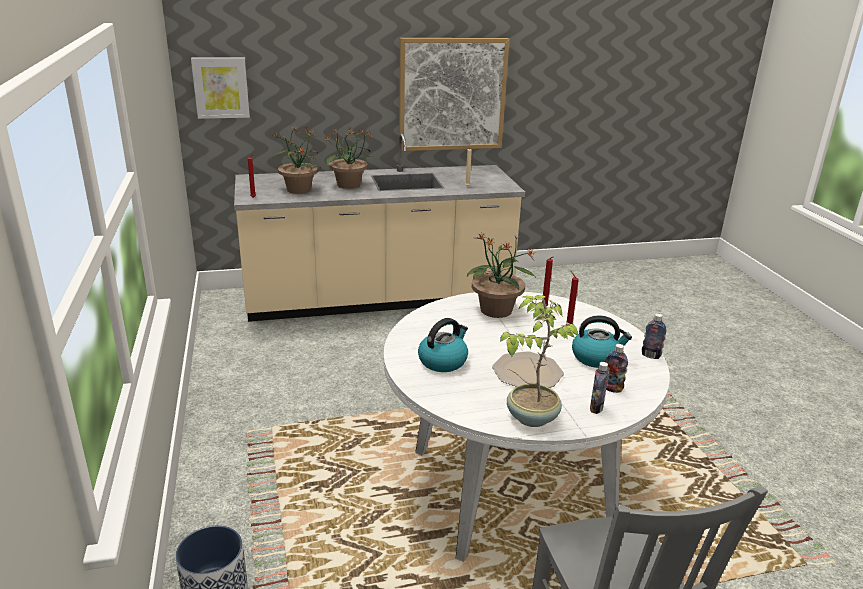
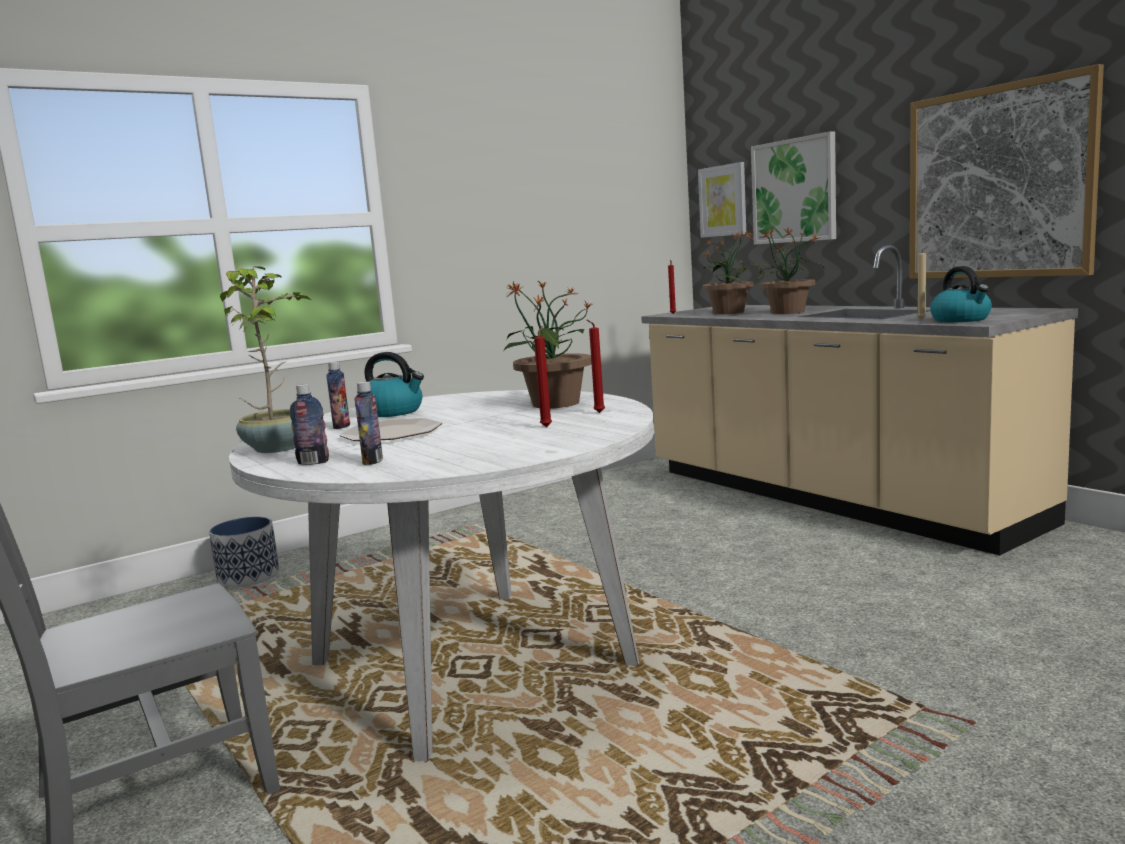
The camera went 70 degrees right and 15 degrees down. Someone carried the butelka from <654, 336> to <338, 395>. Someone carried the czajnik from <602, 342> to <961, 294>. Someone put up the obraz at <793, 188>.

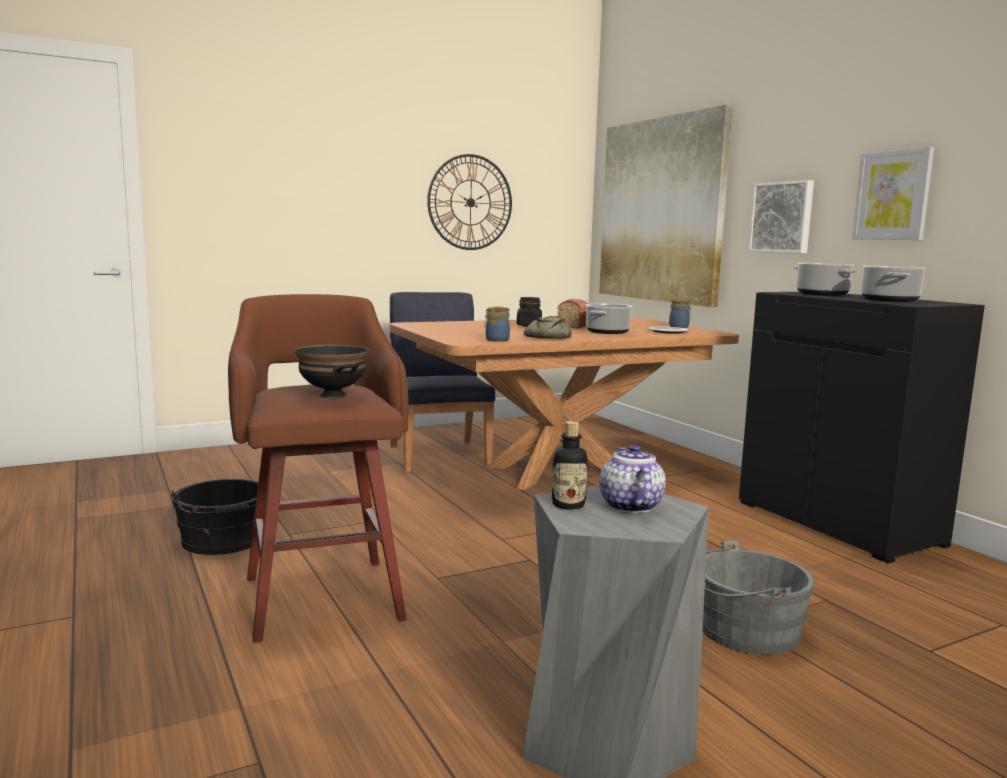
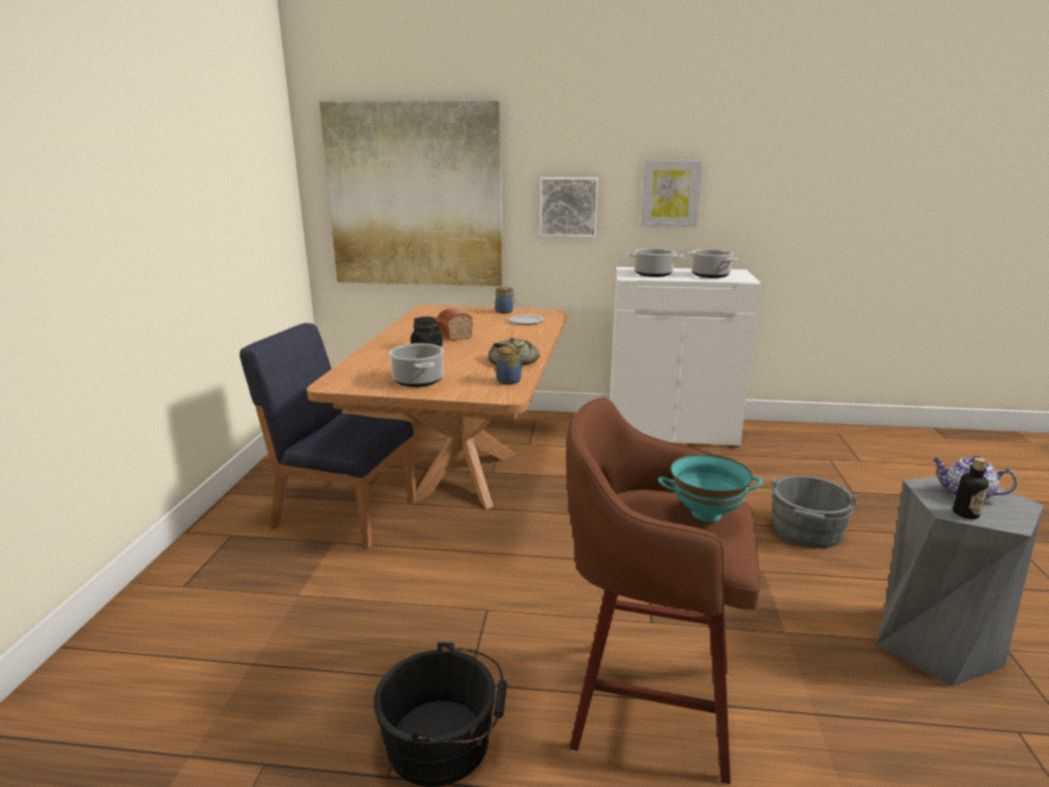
The camera went 55 degrees left and 10 degrees up. Someone took away the zegar ścienny at <469, 202>. Someone repainted the szafka/czarny at <862, 427>, which became the szafka/biały at <685, 357>. Someone carried the garnek from <609, 318> to <416, 365>. Someone repainted the miska/czarny at <331, 371>, which became the miska/turkusowy at <710, 488>.

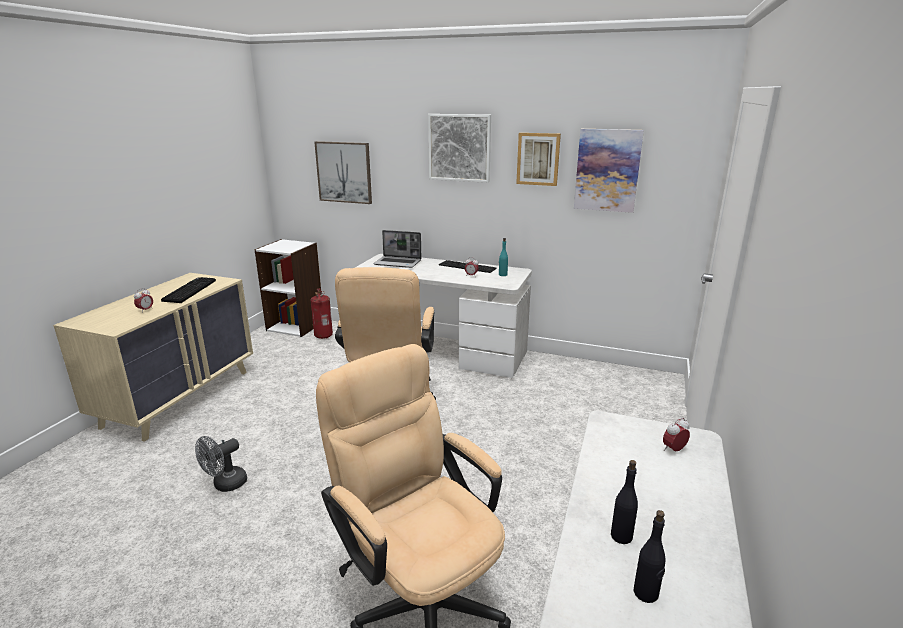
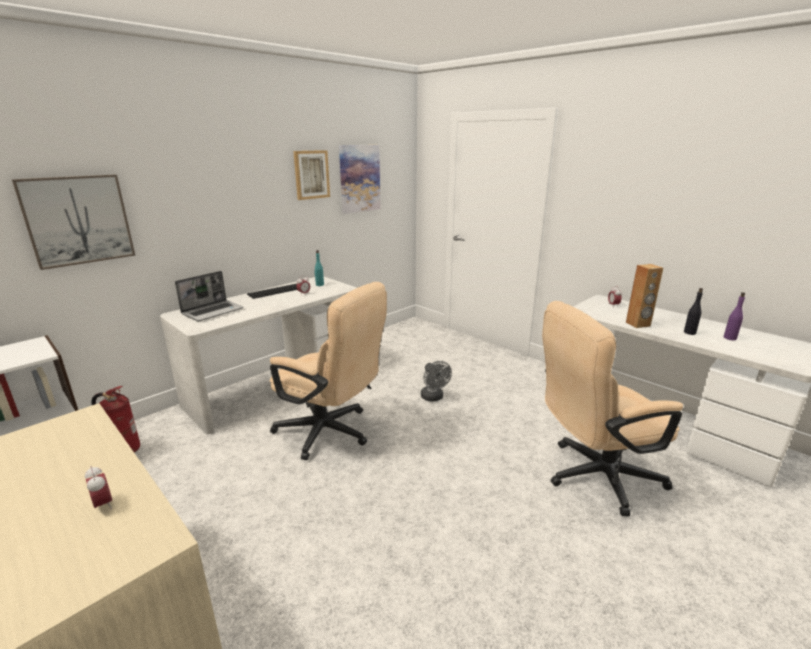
The camera went 65 degrees left and 0 degrees up. Someone took away the obraz at <459, 148>. Someone took away the klawiatura at <188, 290>. Someone carried the wentylator/szary from <221, 464> to <436, 381>. Someone repainted the butelka/czarny at <649, 556>, which became the butelka/fioletowy at <734, 316>. Someone put down the głośnik/brązowy at <644, 296>.

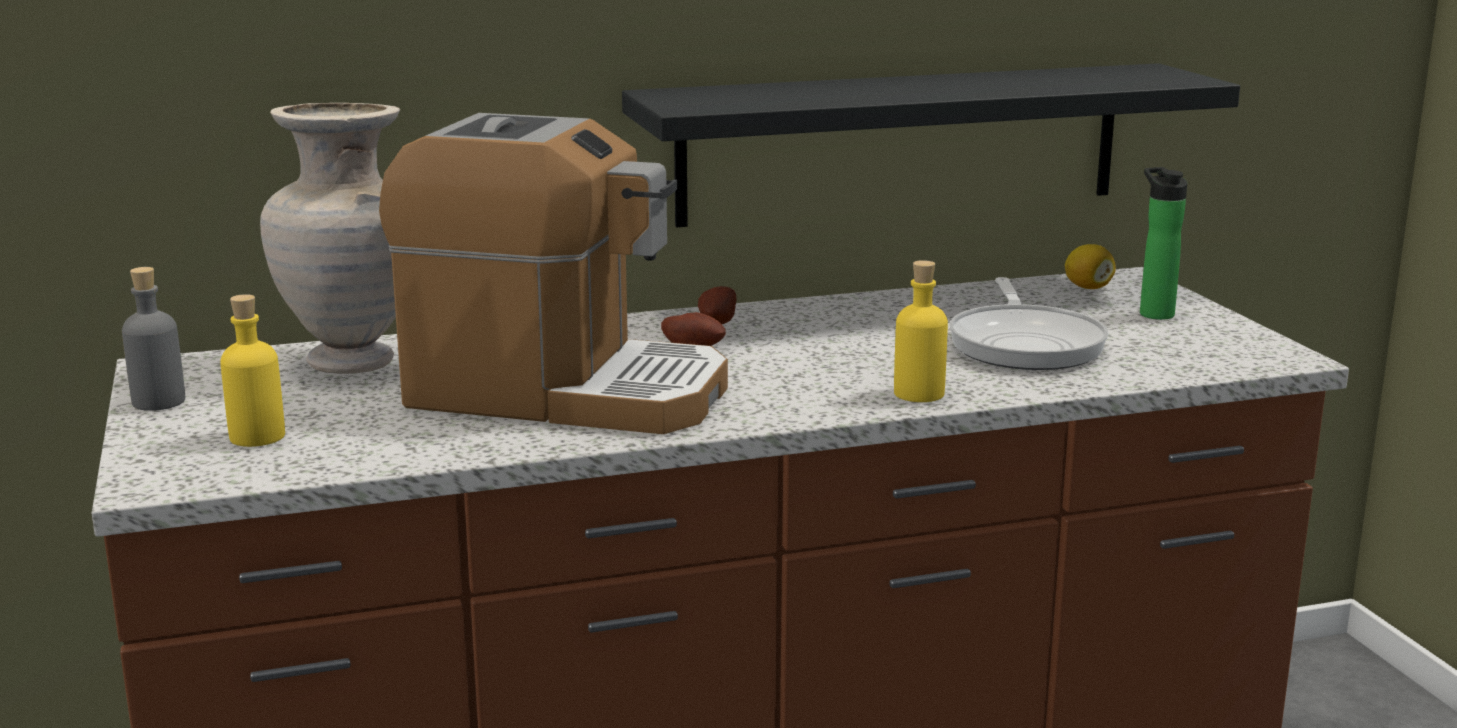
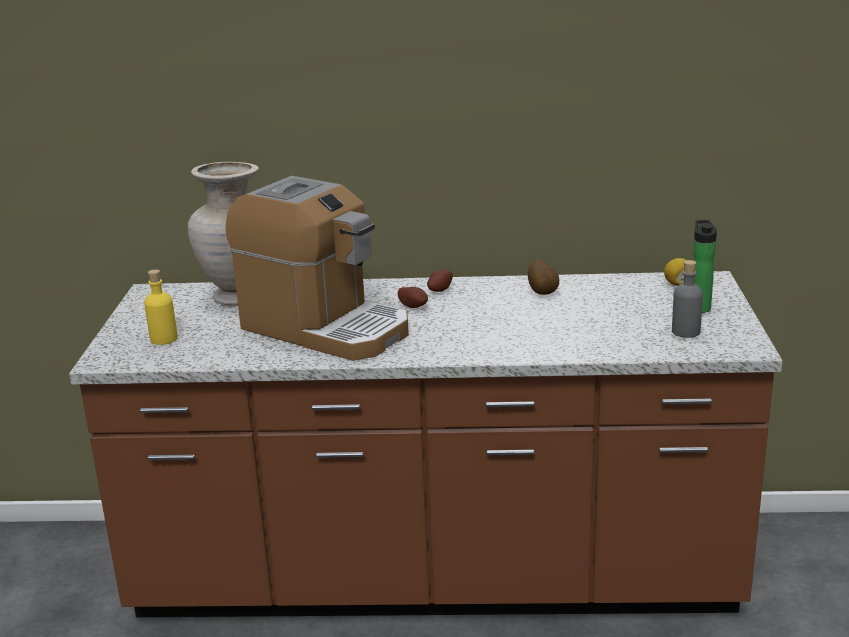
The camera went 20 degrees right and 5 degrees up. Someone took away the półka/czarny at <931, 145>. Someone took away the butelka/żółty at <921, 331>. Someone carried the butelka/szary from <153, 339> to <687, 299>. Someone took away the patelnia at <1029, 323>. Someone put down the ziemniak at <543, 277>.

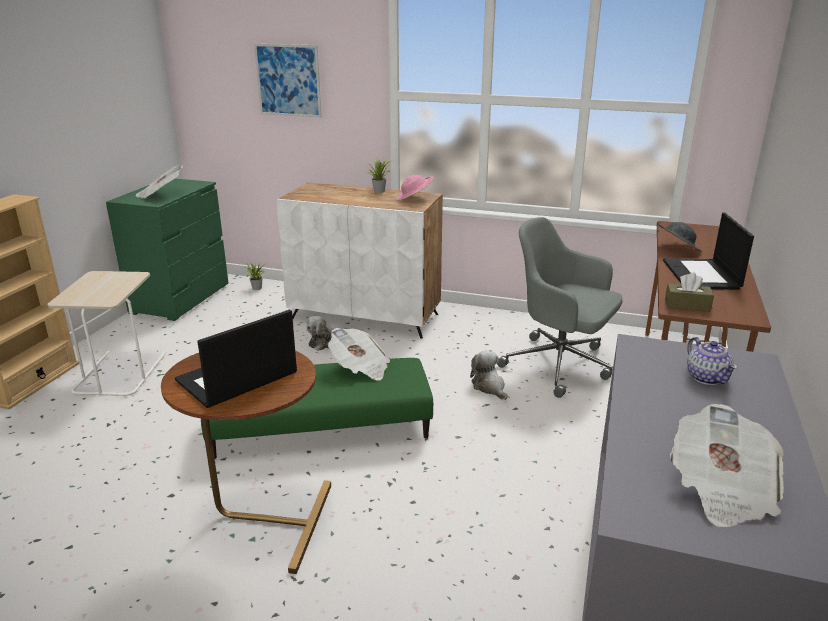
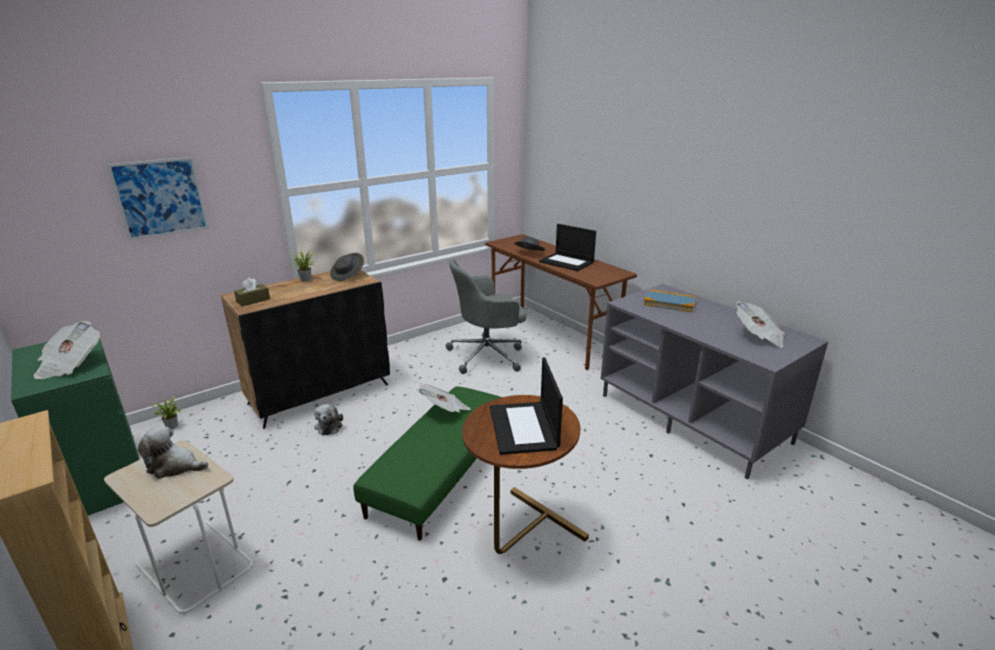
The camera went 55 degrees left and 0 degrees up. Someone repainted the kapelusz/różowy at <415, 187>, which became the kapelusz/szary at <347, 267>. Someone repainted the szafka/biały at <360, 260>, which became the szafka/czarny at <305, 349>. Someone carried the pudełko chusteczek/brązowy from <689, 292> to <252, 292>. Someone swapped the imbryk at <712, 361> for the książka at <670, 301>. Someone carried the pluszak from <488, 375> to <173, 452>.

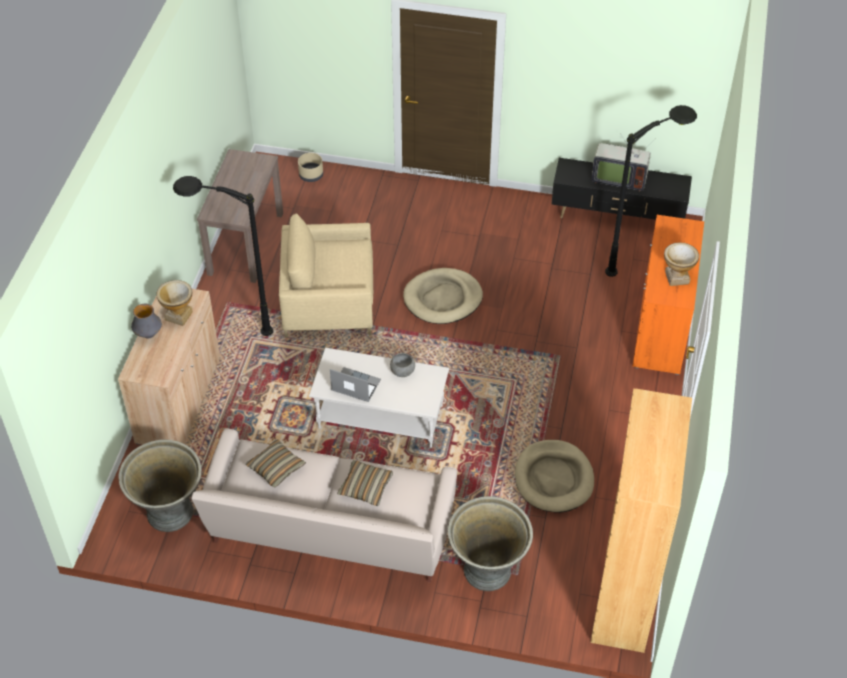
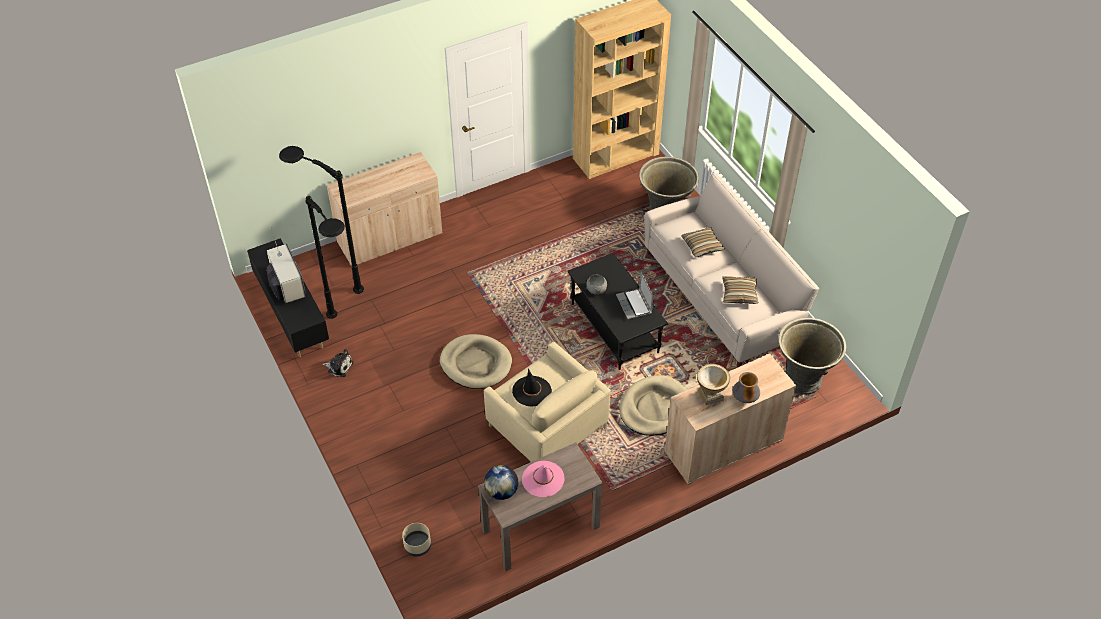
The camera went 130 degrees left and 0 degrees up. Someone carried the lampa stojąca/czarny from <223, 256> to <325, 257>. Someone repainted the szafka/pomarańczowy at <668, 295>, which became the szafka/beżowy at <384, 208>. Someone took away the wazon at <681, 264>. Someone repainted the ława/biały at <379, 398>, which became the ława/czarny at <618, 311>. Someone carried the legowisko/beżowy from <554, 476> to <653, 405>. Someone put down the pluszak at <337, 363>. Someone put down the kapelusz/czarny at <532, 387>. Someone put down the kapelusz/różowy at <543, 479>. Someone put down the globus at <501, 482>.

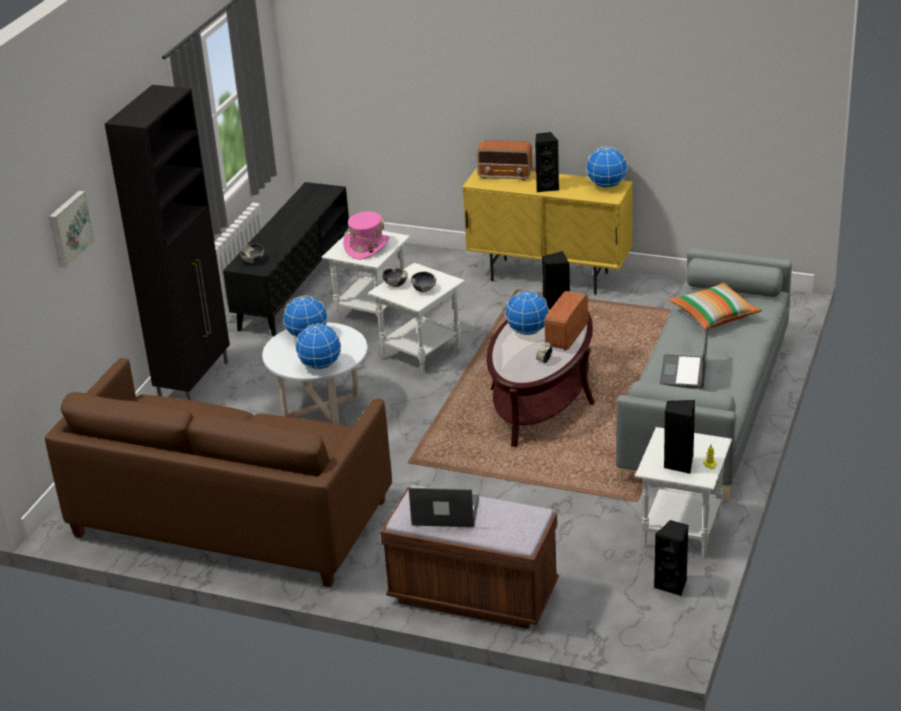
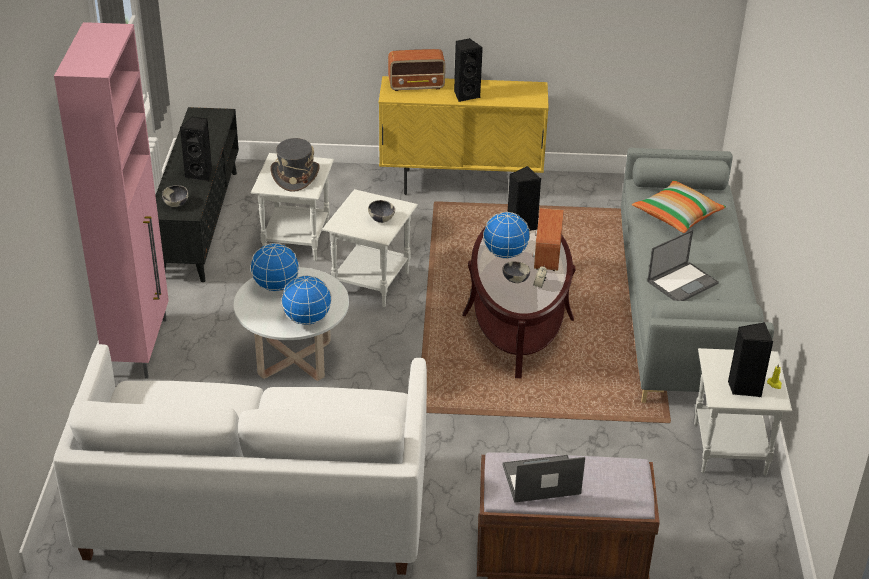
The camera went 20 degrees left and 5 degrees up. Someone repainted the szafka/czarny at <167, 242>, which became the szafka/różowy at <111, 200>. Someone took away the globus at <606, 167>. Someone took away the obraz at <72, 229>. Someone repainted the kapelusz/różowy at <366, 235>, which became the kapelusz/szary at <295, 165>. Someone carried the miska from <395, 277> to <516, 272>. Someone rotated the laptop at <684, 357> by 120 degrees counterclockwise. Someone repainted the kanapa/brązowy at <218, 472>, which became the kanapa/biały at <240, 459>. Someone carried the głośnik/czarny from <671, 558> to <196, 149>.

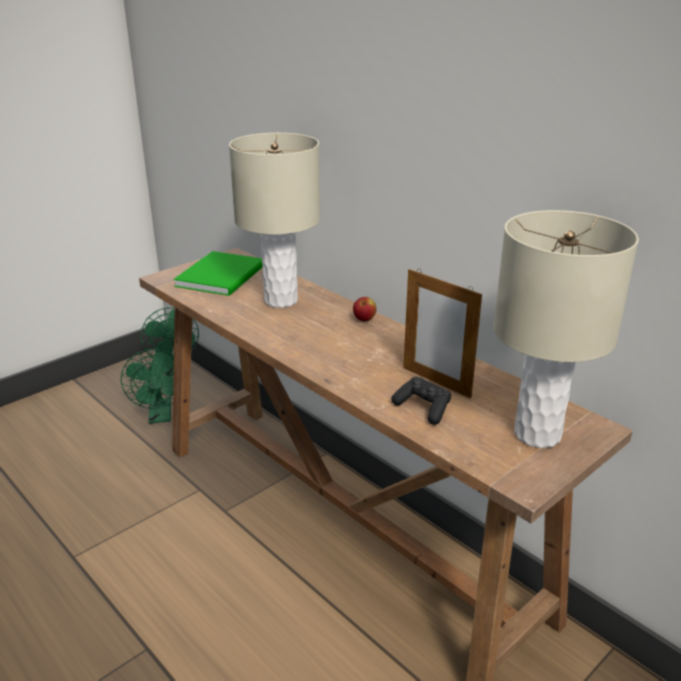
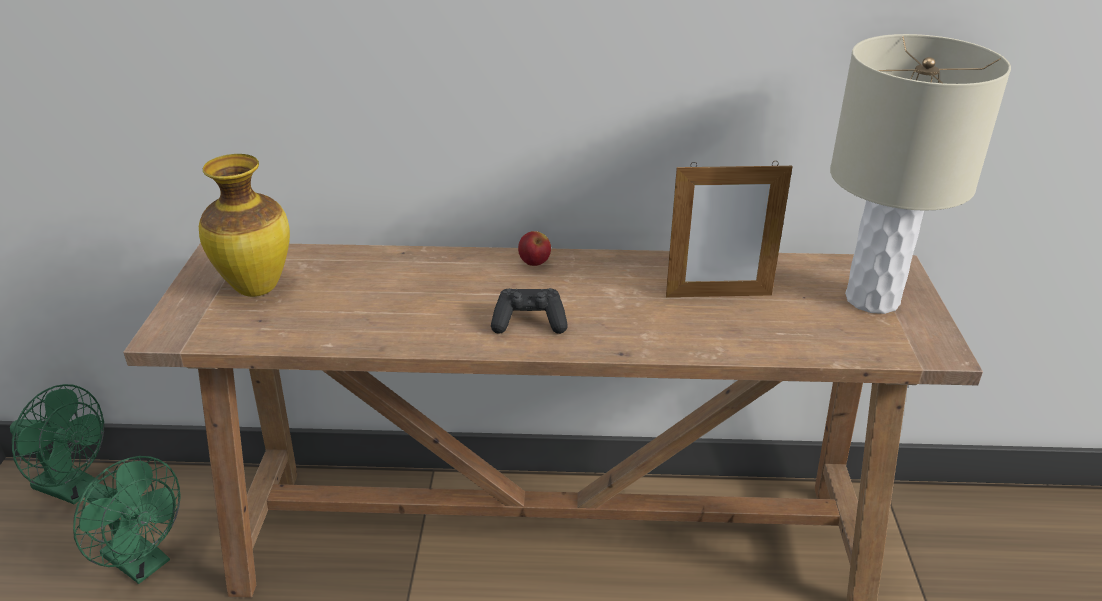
The camera went 45 degrees left and 5 degrees up. Someone took away the lampa stołowa/beżowy at <274, 220>. Someone swapped the książka/zielony at <218, 273> for the wazon at <244, 225>. Someone carried the pad do gier/czarny from <421, 401> to <529, 311>.

